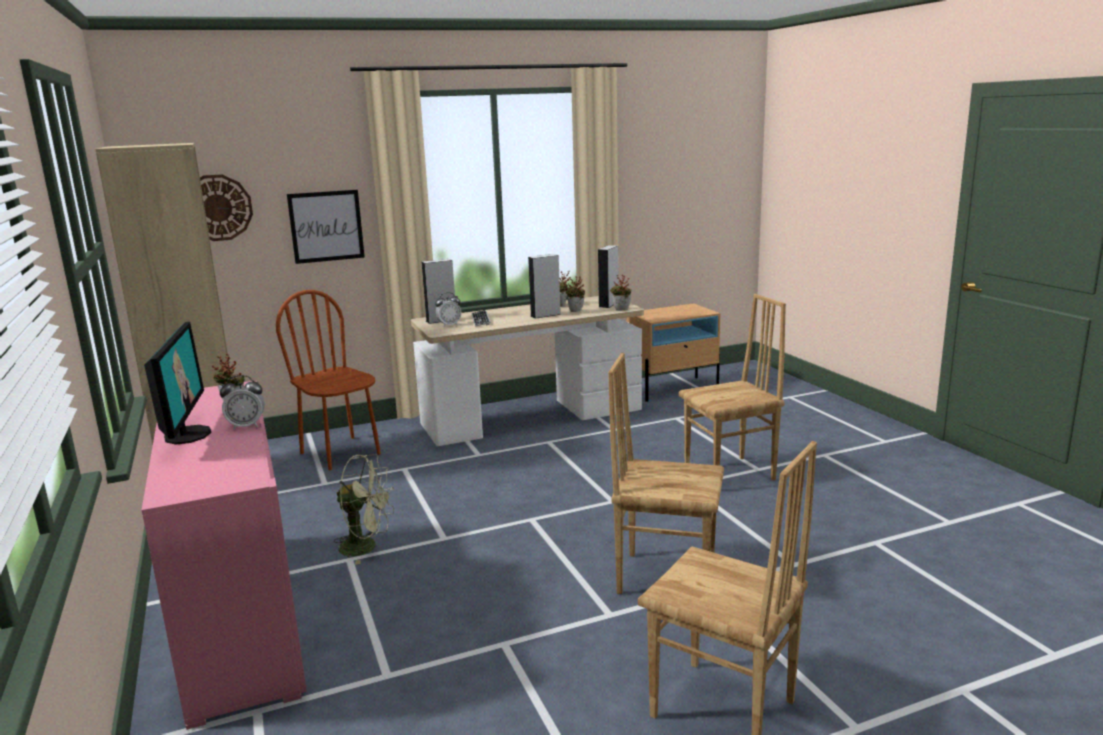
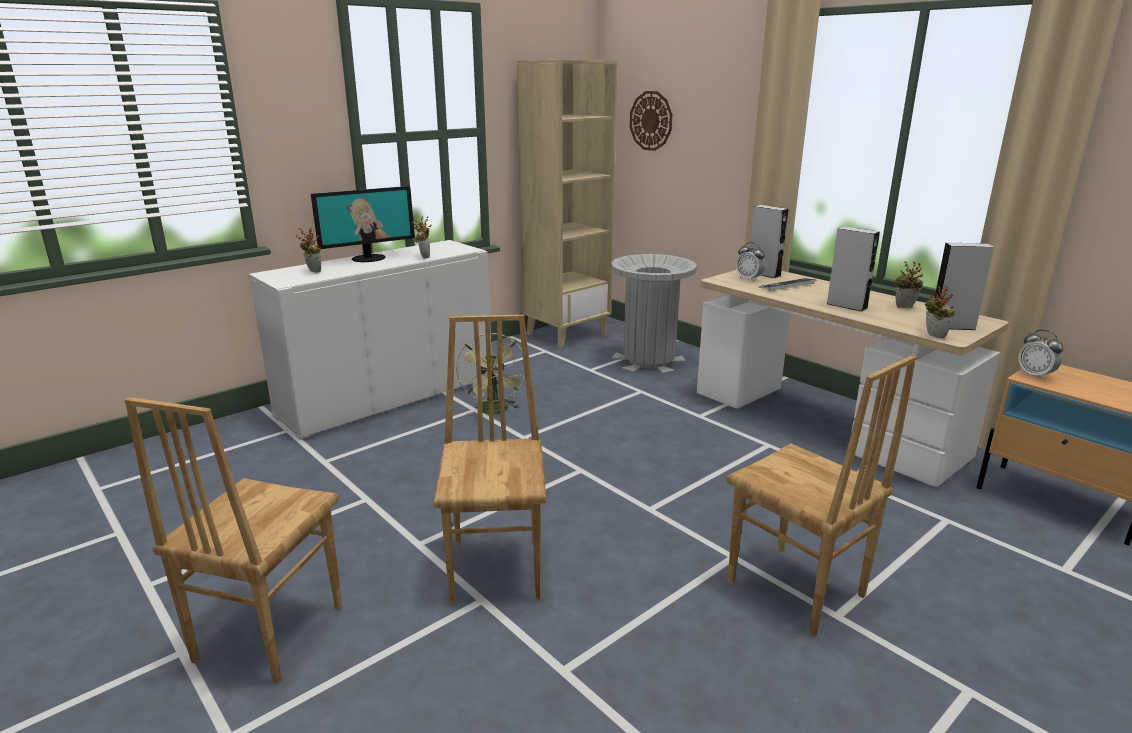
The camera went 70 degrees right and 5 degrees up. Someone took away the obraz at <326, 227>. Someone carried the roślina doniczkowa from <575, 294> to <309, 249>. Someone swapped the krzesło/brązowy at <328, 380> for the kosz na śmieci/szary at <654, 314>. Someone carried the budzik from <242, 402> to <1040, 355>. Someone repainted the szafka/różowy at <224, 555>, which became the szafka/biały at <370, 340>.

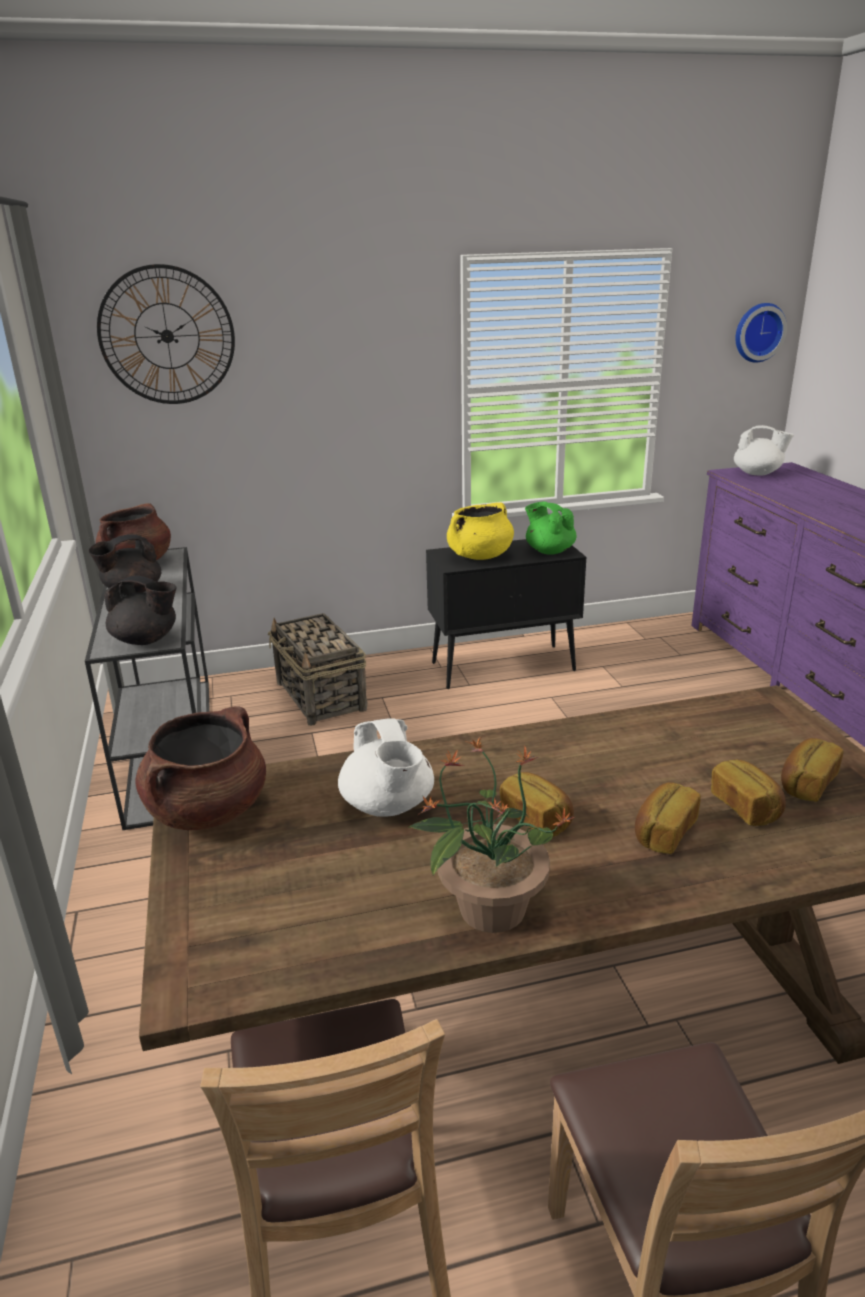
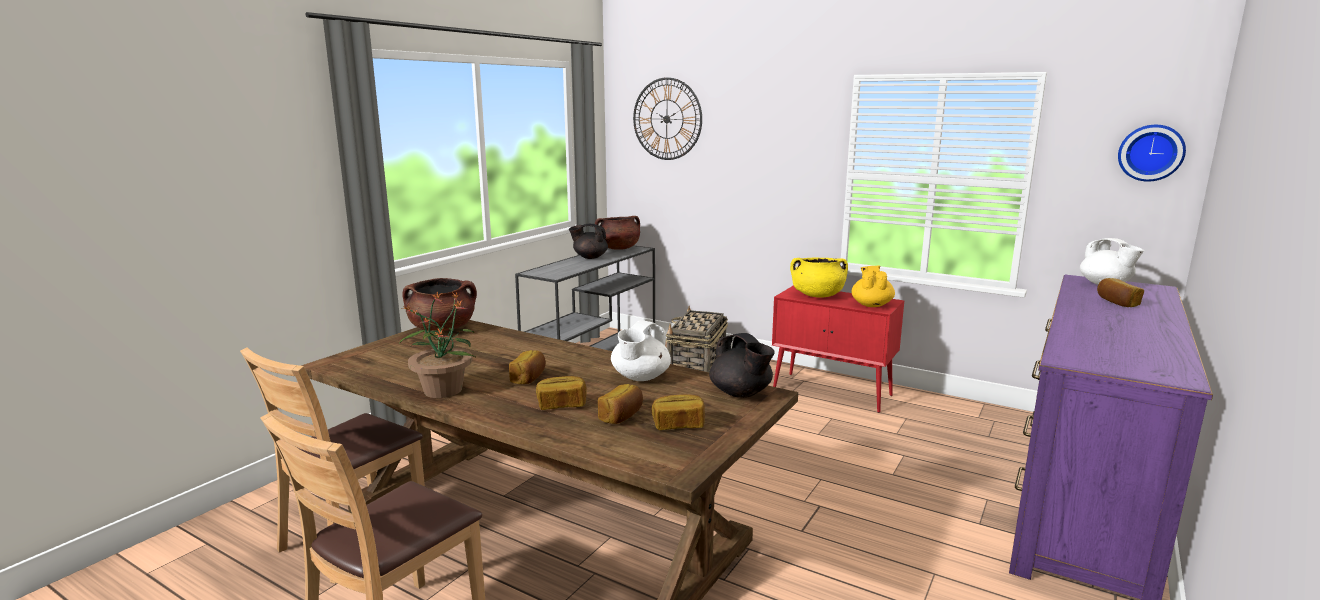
The camera went 45 degrees right and 10 degrees down. Someone repainted the imbryk/zielony at <551, 528>, which became the imbryk/żółty at <873, 286>. Someone repainted the szafka/czarny at <506, 614>, which became the szafka/czerwony at <838, 349>. Someone carried the imbryk/czarny from <140, 610> to <742, 365>. Someone carried the imbryk/biały from <386, 768> to <641, 350>. Someone put down the chleb at <1120, 292>.

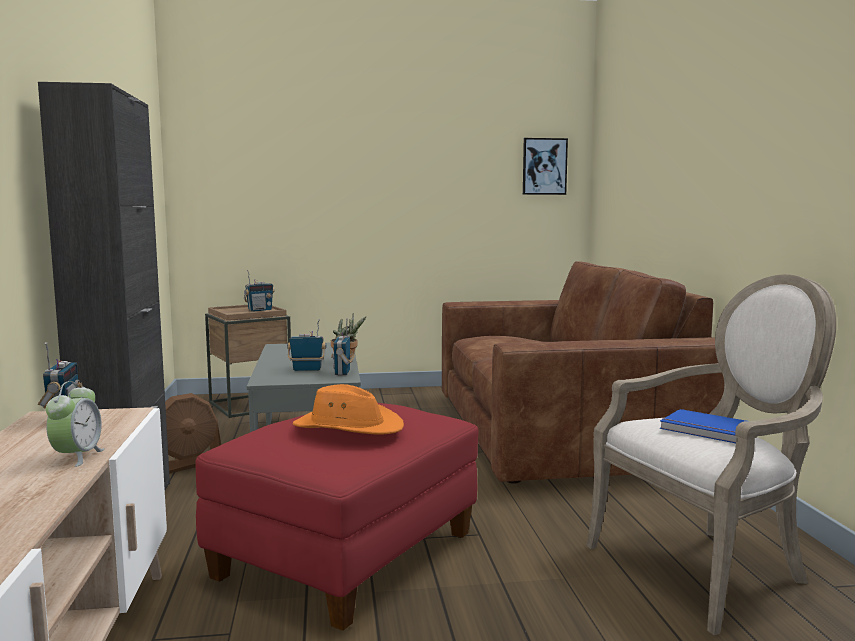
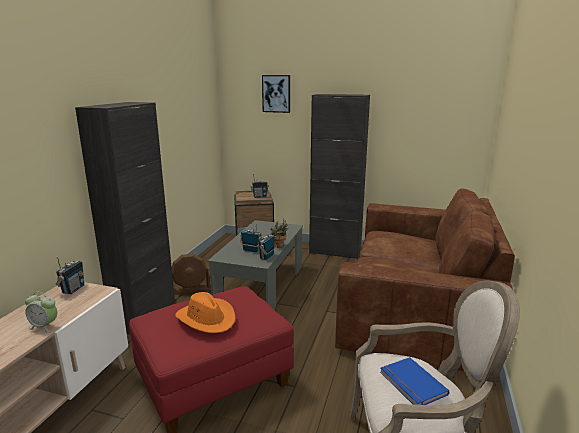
The camera went 25 degrees right and 10 degrees up. Someone carried the obraz from <545, 166> to <276, 94>. Someone rotated the budzik at <75, 424> by 75 degrees clockwise. Someone put down the szafka/czarny at <339, 176>.

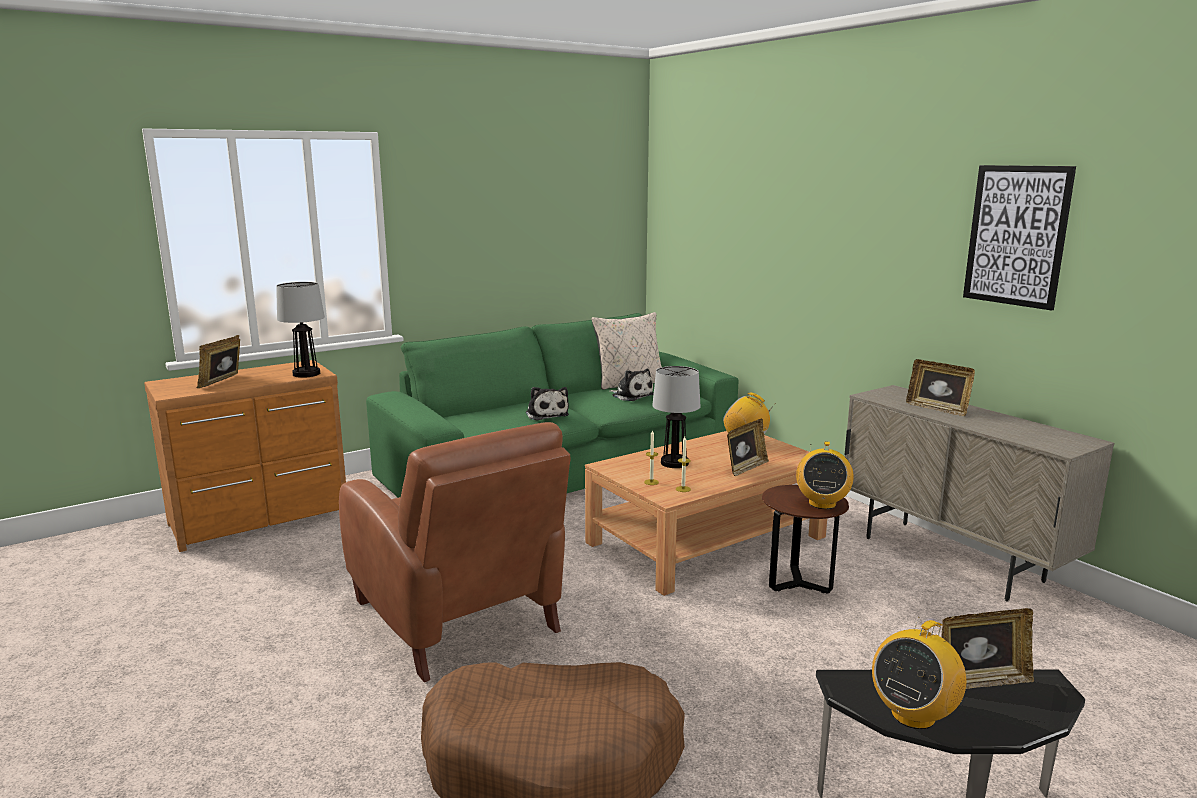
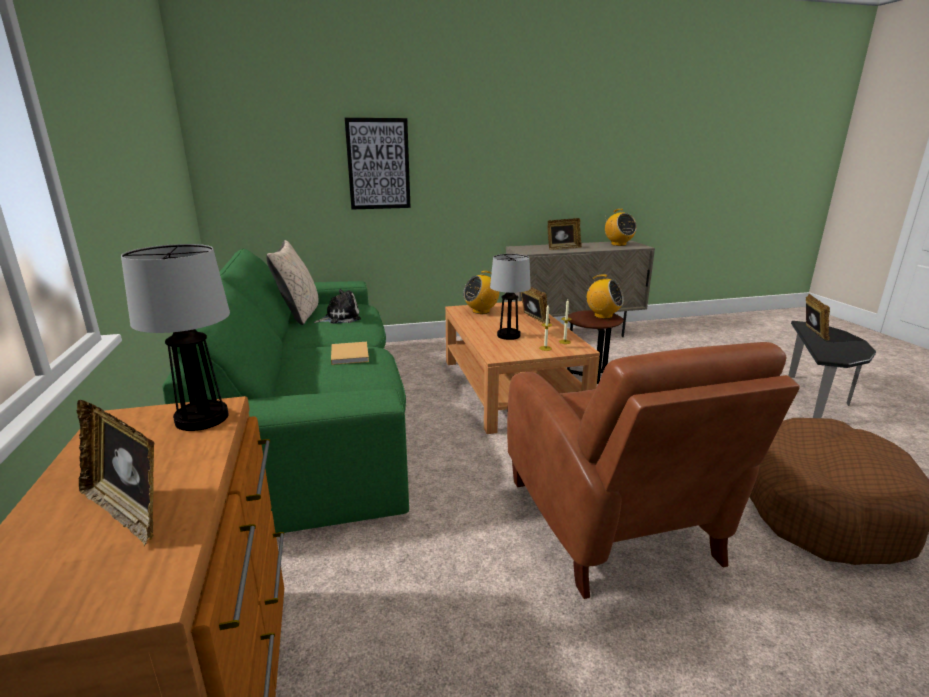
The camera went 70 degrees left and 5 degrees up. Someone carried the obraz from <1019, 238> to <378, 164>. Someone swapped the pluszak at <547, 404> for the książka/beżowy at <350, 353>. Someone rotated the fotel/brązowy at <455, 552> by 90 degrees clockwise. Someone carried the radio from <919, 673> to <621, 227>.

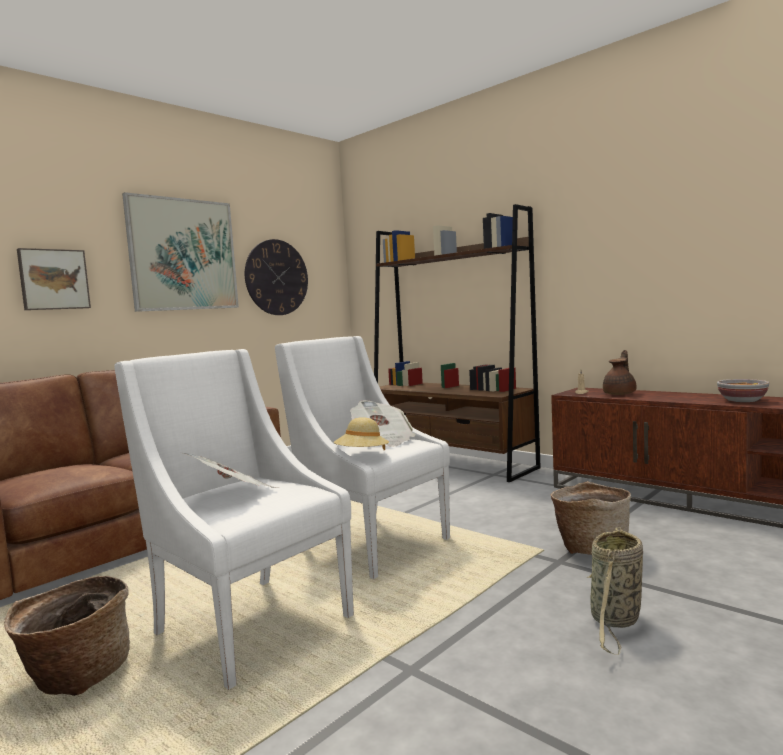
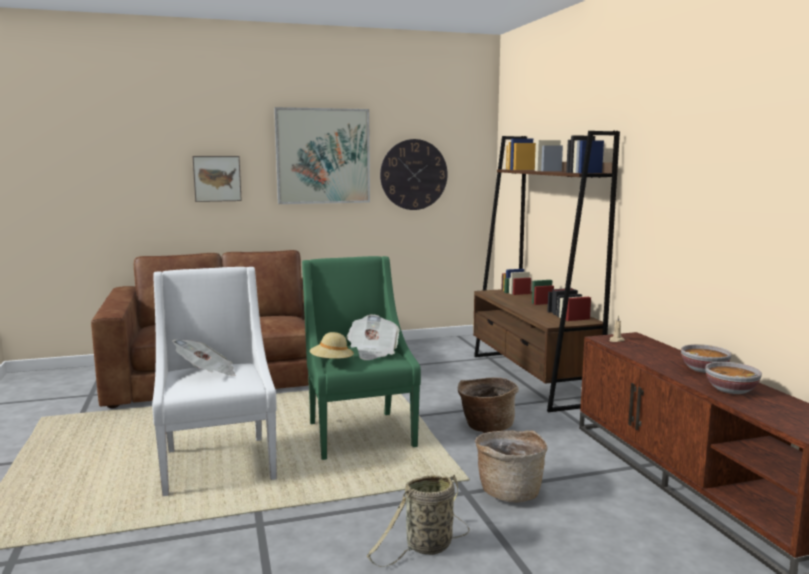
The camera went 30 degrees right and 5 degrees up. Someone repainted the fotel/biały at <362, 457>, which became the fotel/zielony at <361, 358>. Someone took away the imbryk/brązowy at <619, 372>. Someone carried the koszyk from <67, 636> to <488, 405>. Someone put down the miska at <706, 358>.

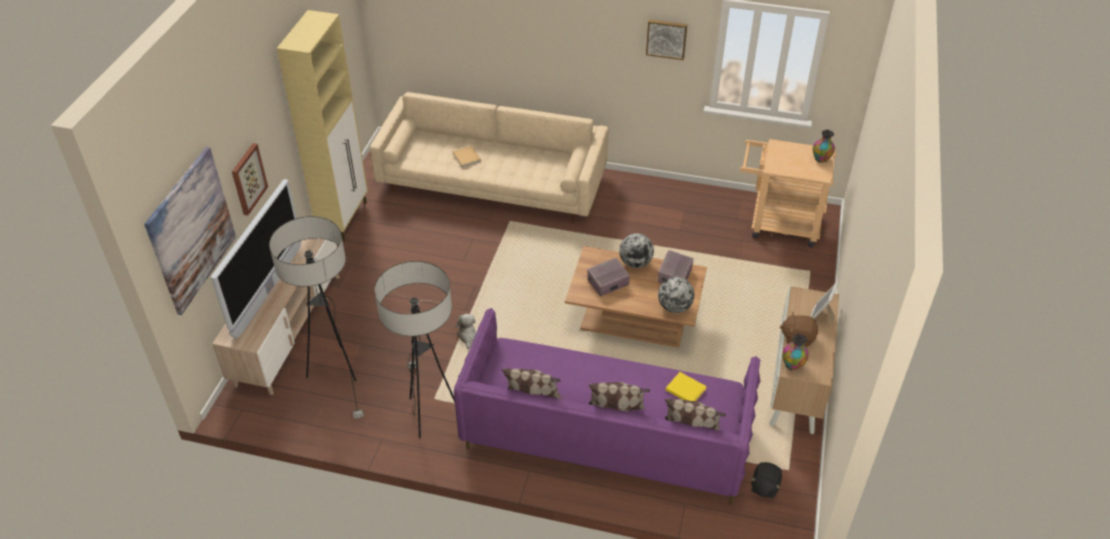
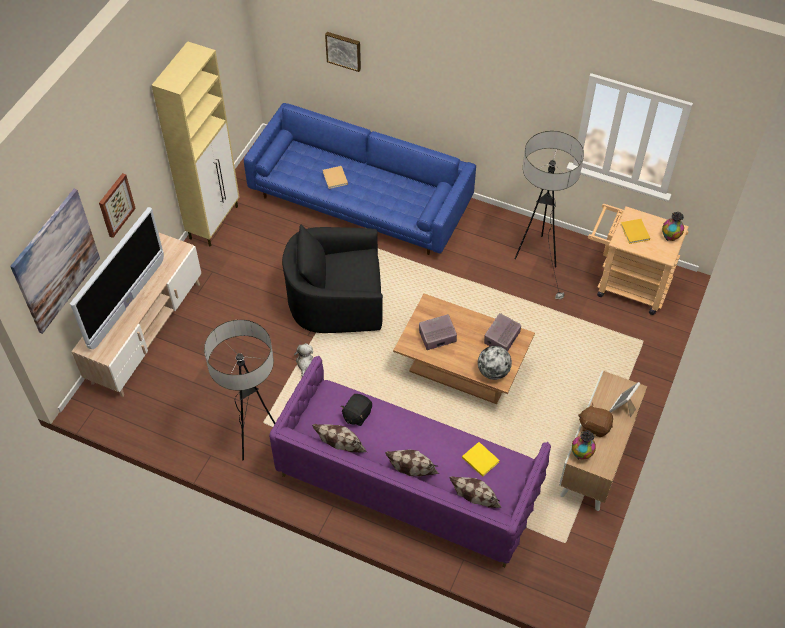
The camera went 10 degrees right and 10 degrees up. Someone carried the obraz from <666, 39> to <343, 52>. Someone repainted the kanapa/beżowy at <489, 157>, which became the kanapa/niebieski at <360, 179>. Someone carried the lampa stojąca from <316, 317> to <549, 215>. Someone took away the globus at <636, 250>. Someone carried the pluszak/czarny from <766, 480> to <356, 410>. Someone put down the książka/żółty at <635, 231>. Someone put down the fotel/czarny at <332, 279>.

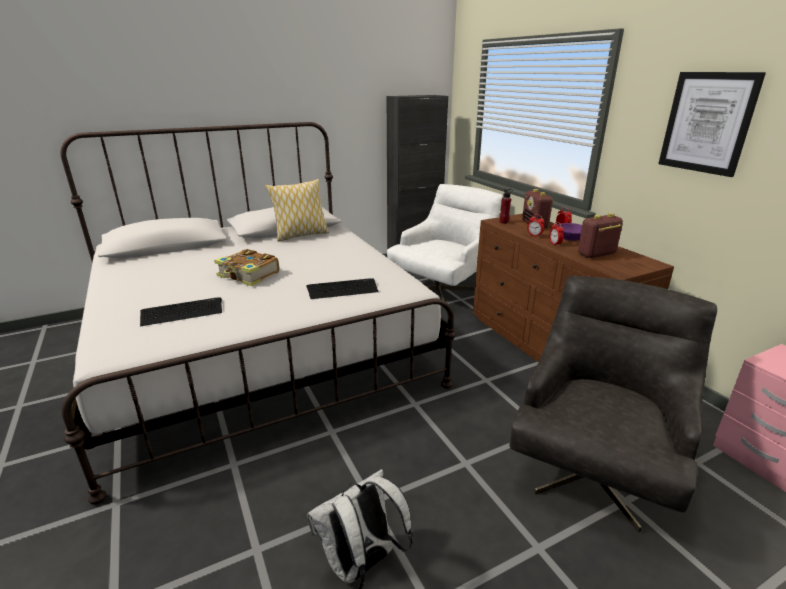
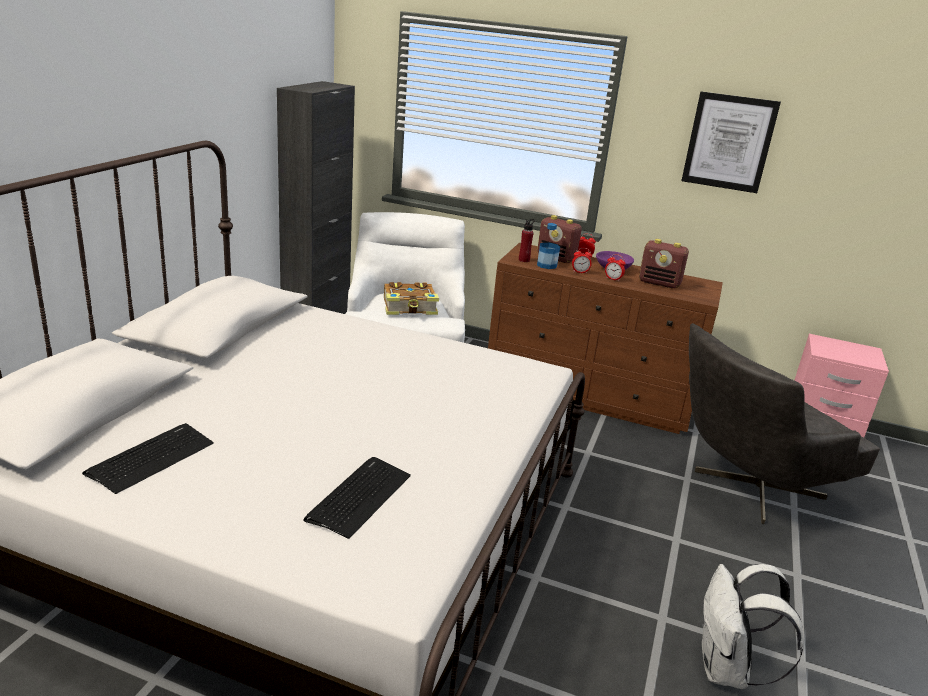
The camera went 45 degrees left and 0 degrees up. Someone took away the poduszka at <297, 210>. Someone rotated the radio at <600, 235> by 90 degrees counterclockwise. Someone carried the książka from <246, 267> to <411, 298>. Someone rotated the fotel/szary at <613, 404> by 105 degrees counterclockwise. Someone carried the klawiatura from <342, 288> to <148, 458>. Someone put down the butelka at <548, 246>.

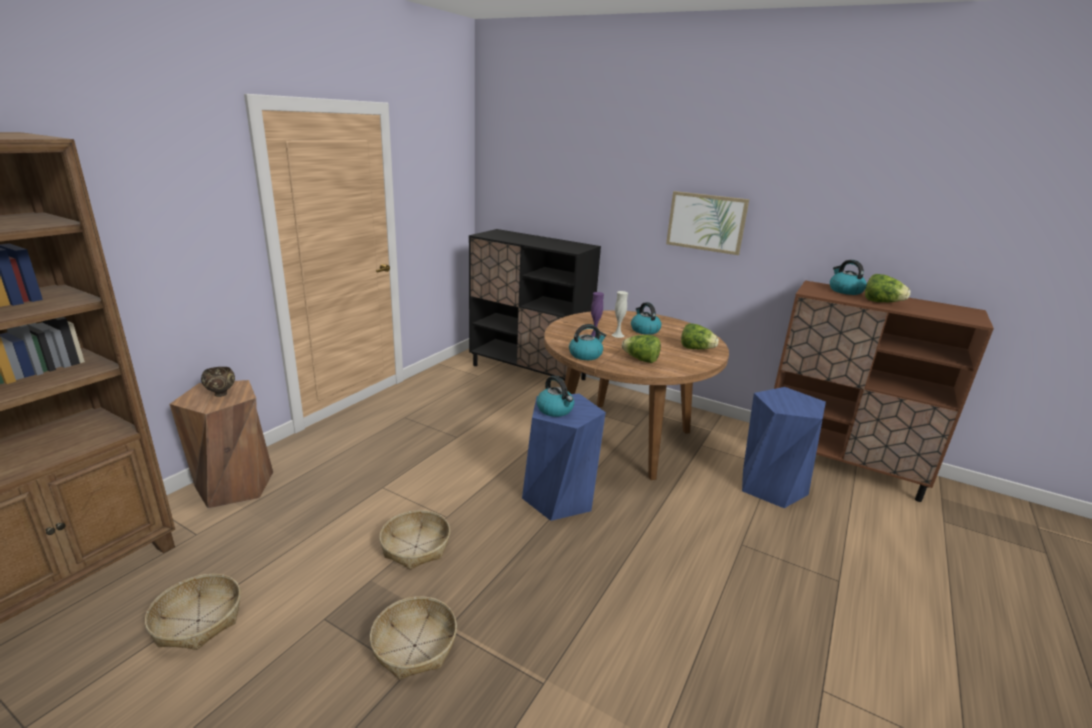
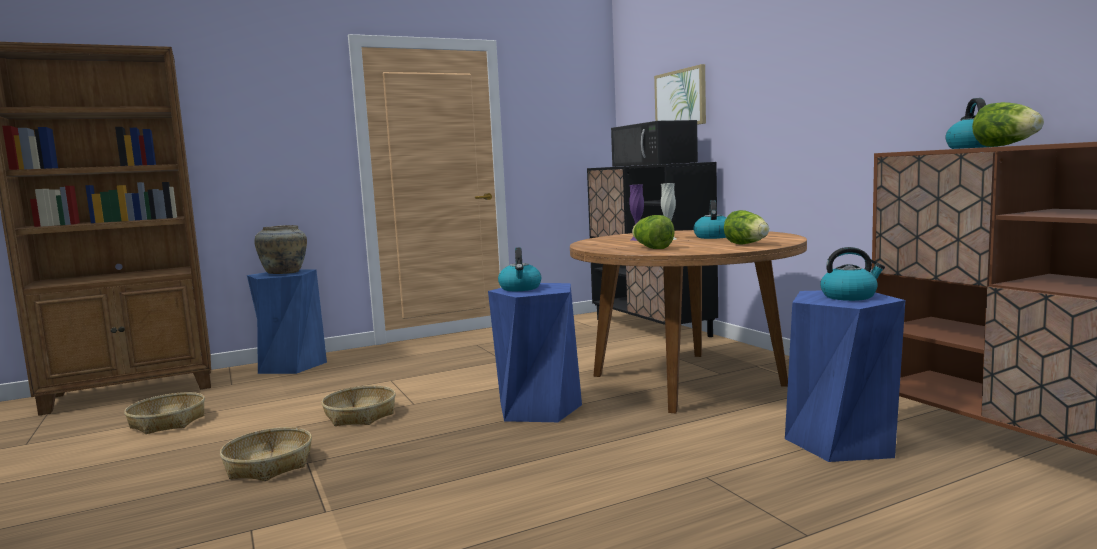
The camera went 35 degrees right and 15 degrees down. Someone carried the obraz from <707, 223> to <680, 94>. Someone carried the czajnik from <588, 342> to <852, 274>. Someone swapped the miska/brązowy at <218, 382> for the wazon/beżowy at <280, 249>. Someone repainted the stołek/brązowy at <221, 444>, which became the stołek/niebieski at <287, 321>. Someone put down the mikrofalówka/czarny at <654, 143>.

